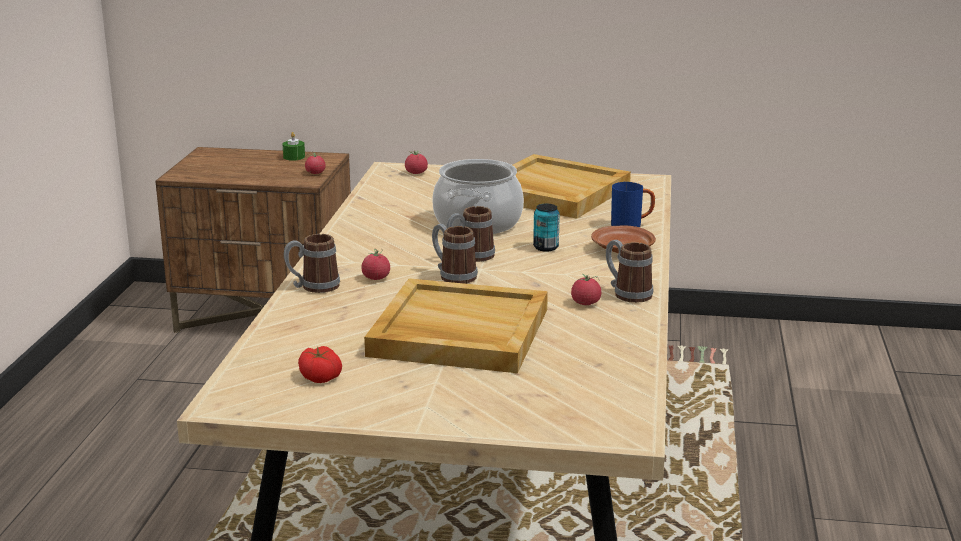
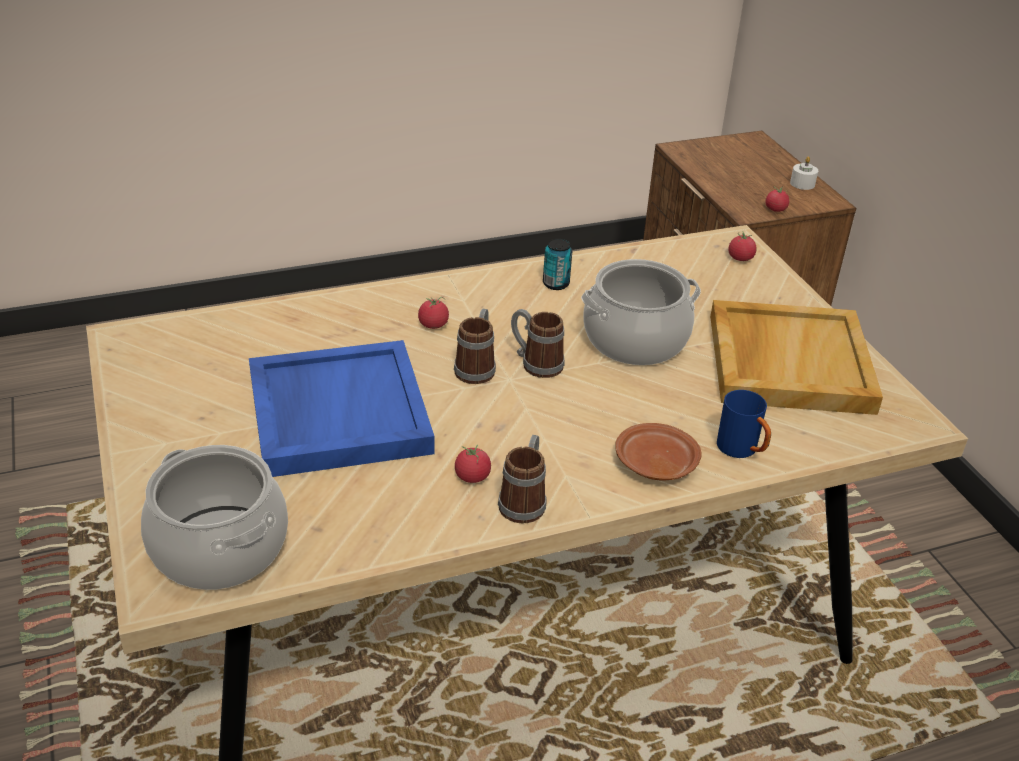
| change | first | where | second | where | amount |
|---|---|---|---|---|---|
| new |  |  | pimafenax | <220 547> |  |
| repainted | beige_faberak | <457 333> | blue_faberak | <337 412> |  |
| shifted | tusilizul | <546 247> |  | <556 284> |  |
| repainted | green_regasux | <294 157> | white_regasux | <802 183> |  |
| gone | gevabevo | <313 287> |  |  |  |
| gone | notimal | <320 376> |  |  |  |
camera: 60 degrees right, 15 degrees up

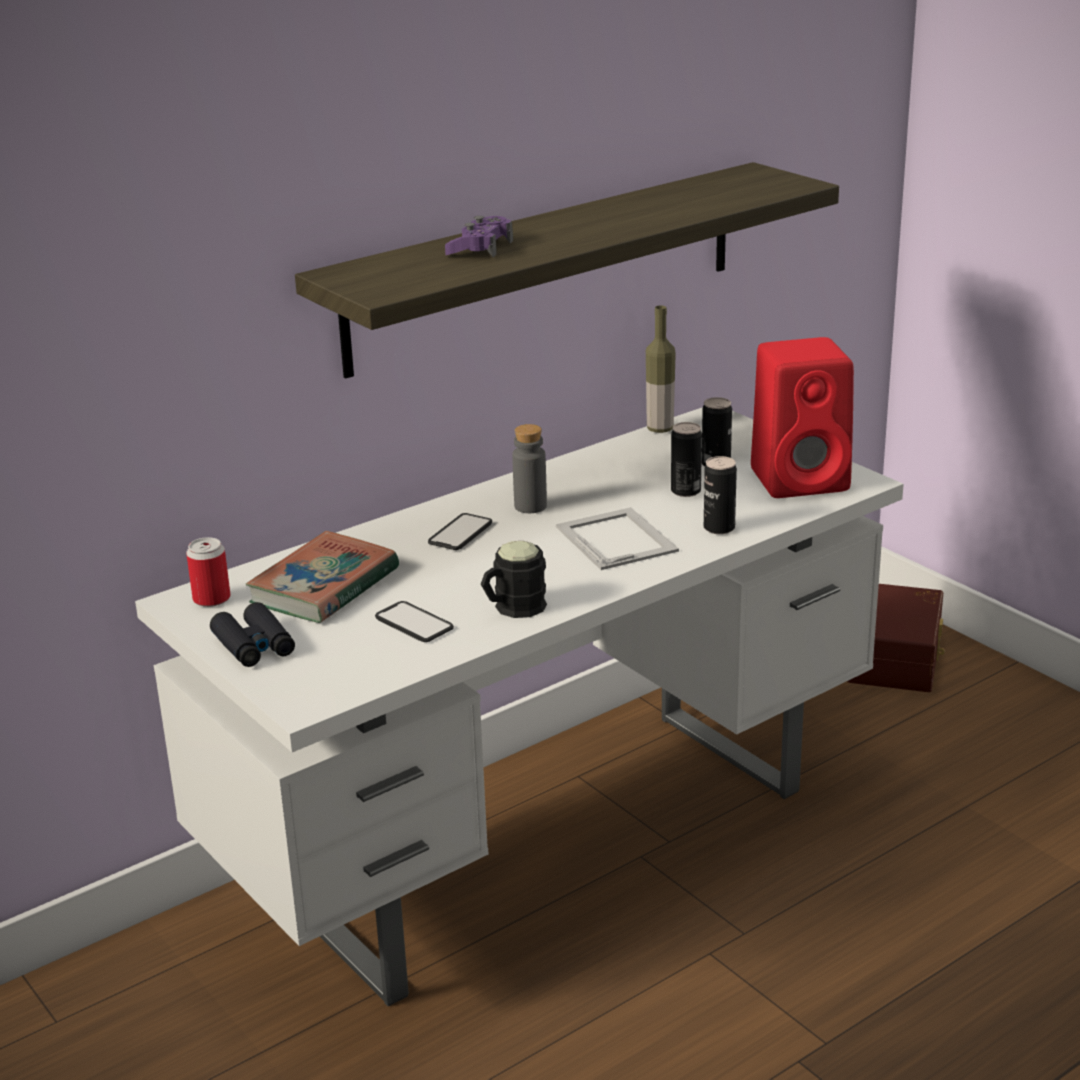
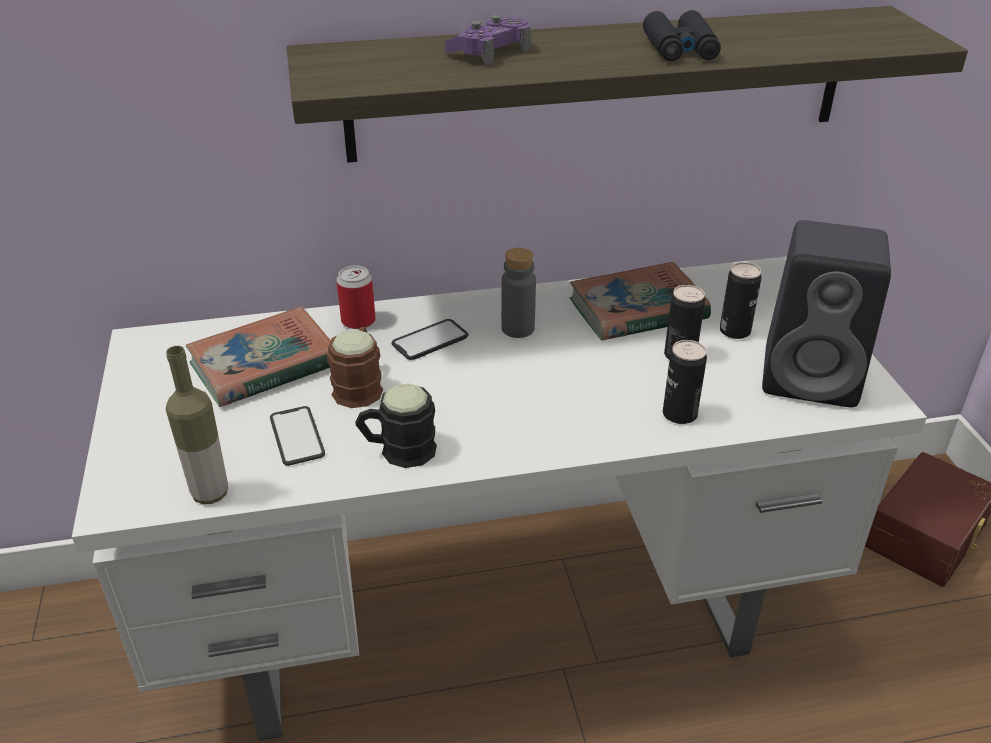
| change | first | where | second | where | amount |
|---|---|---|---|---|---|
| shifted | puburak | <660 429> |  | <210 493> |  |
| new |  |  | brown_gevabevo | <360 385> |  |
| shifted | tusilizul | <211 599> |  | <358 321> |  |
| new |  |  | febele | <637 309> |  |
| shifted | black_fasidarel | <254 646> |  | <680 49> |  |
| repainted | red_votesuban | <802 479> | black_votesuban | <813 377> |  |
| gone | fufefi | <616 538> |  |  |  |
camera: 25 degrees right, 10 degrees up

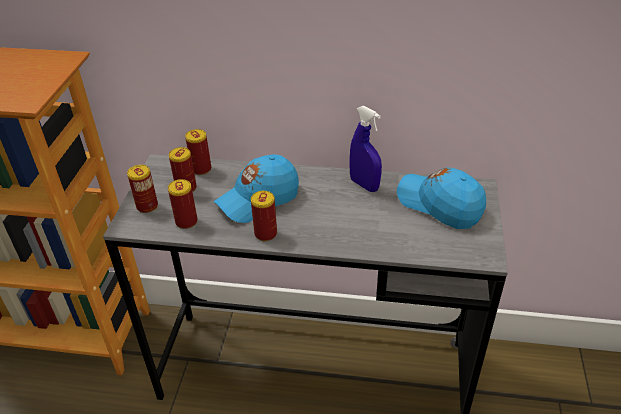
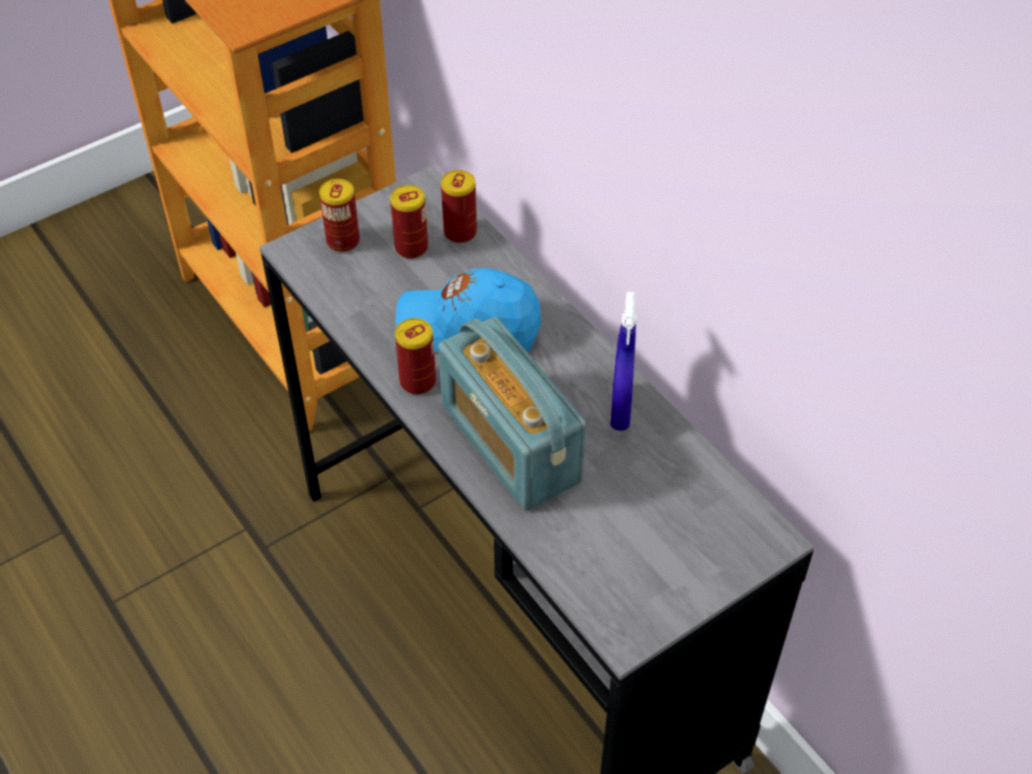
| change | first | where | second | where | amount |
|---|---|---|---|---|---|
| new |  |  | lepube | <510 443> |  |
| gone | tusilizul | <186 222> |  |  |  |
| gone | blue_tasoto | <440 205> |  |  |  |
camera: 45 degrees right, 10 degrees up

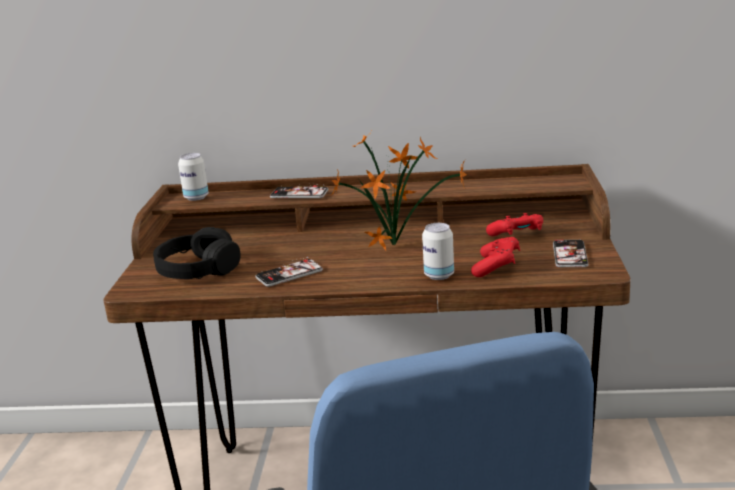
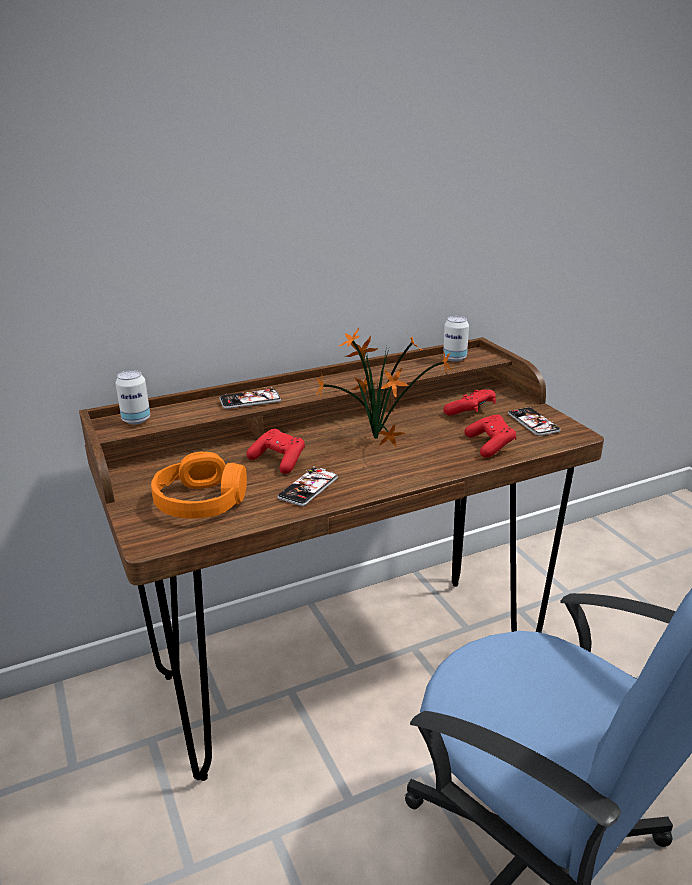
| change | first | where | second | where | amount |
|---|---|---|---|---|---|
| repainted | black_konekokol | <198 269> | orange_konekokol | <201 501> |  |
| new |  |  | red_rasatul | <278 460> |  |
| shifted | tusilizul | <439 275> |  | <454 358> |  |
camera: 30 degrees left, 5 degrees up

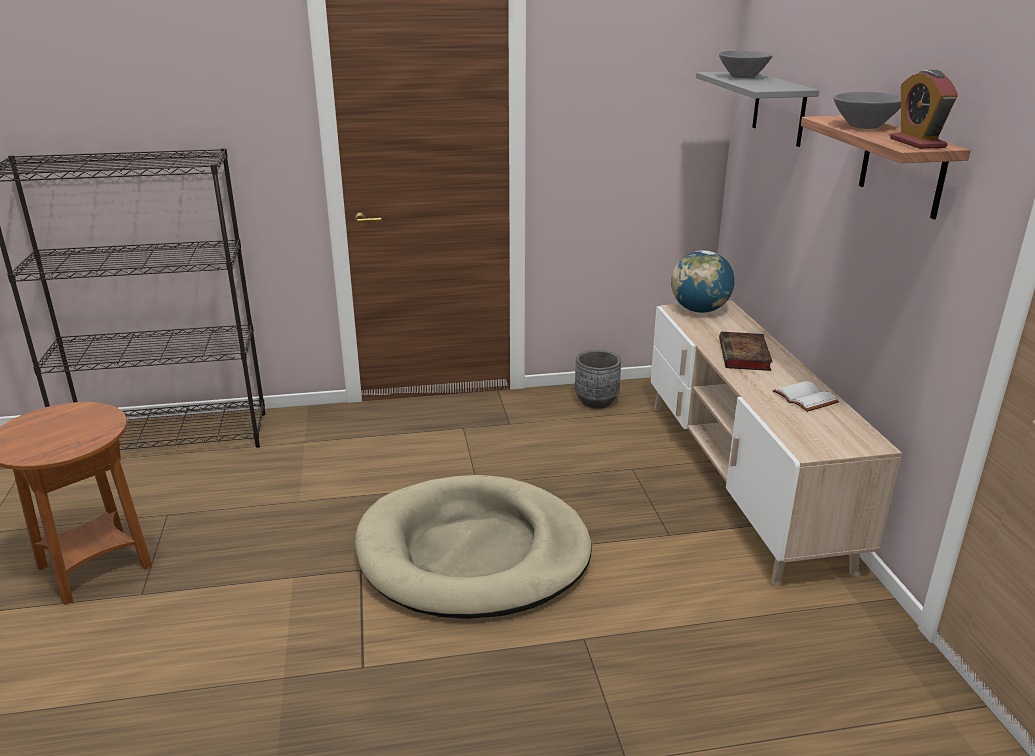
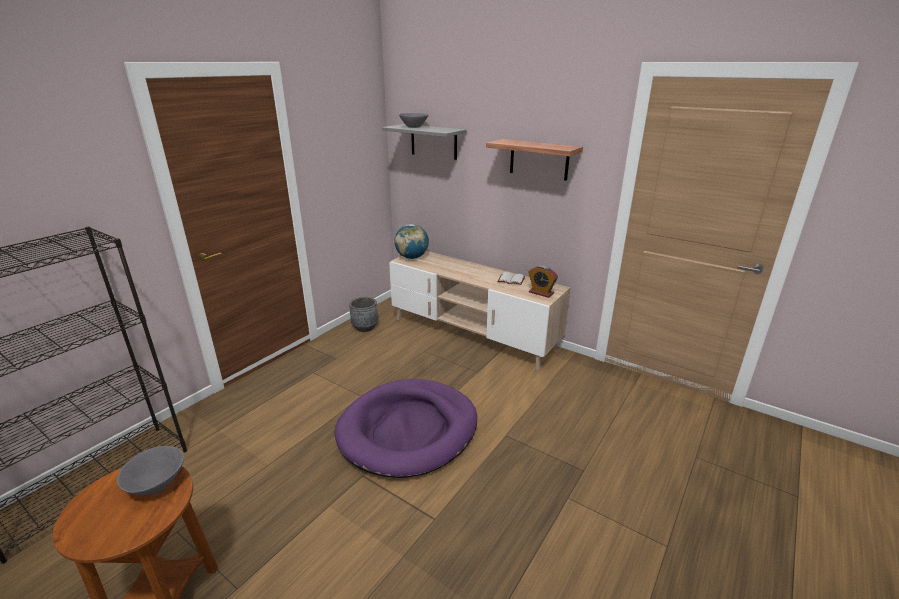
| change | first | where | second | where | amount |
|---|---|---|---|---|---|
| shifted | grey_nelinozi | <863 126> |  | <156 485> |  |
| repainted | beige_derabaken | <473 553> | purple_derabaken | <408 430> |  |
| shifted | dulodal | <917 143> |  | <541 293> |  |
| gone | febele | <745 356> |  |  |  |
camera: 45 degrees left, 0 degrees up

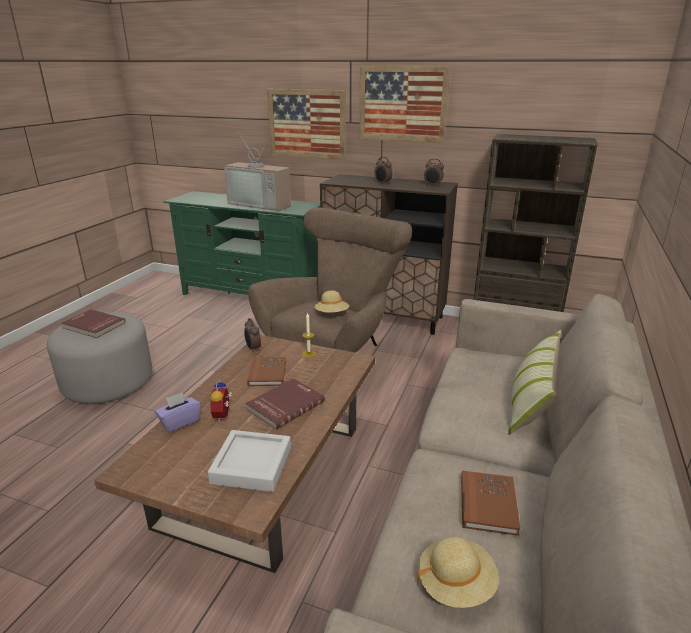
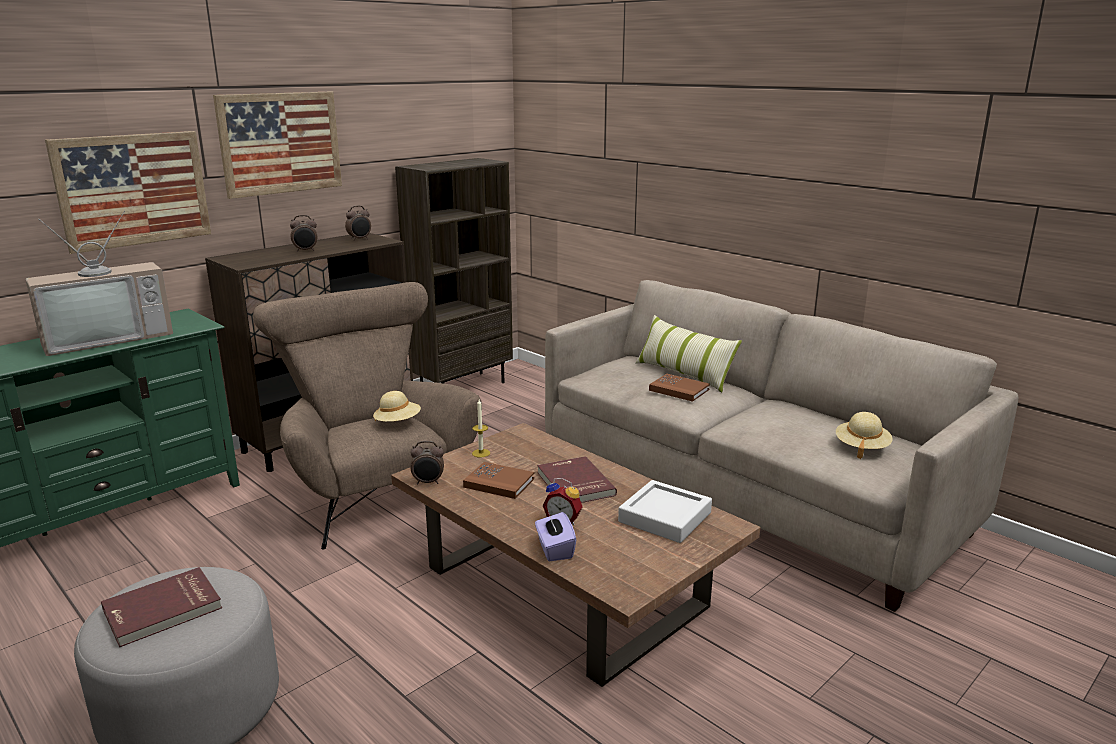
| change | first | where | second | where | amount |
|---|---|---|---|---|---|
| shifted | brown_febele | <488 504> |  | <679 390> |  |
camera: 65 degrees left, 5 degrees down

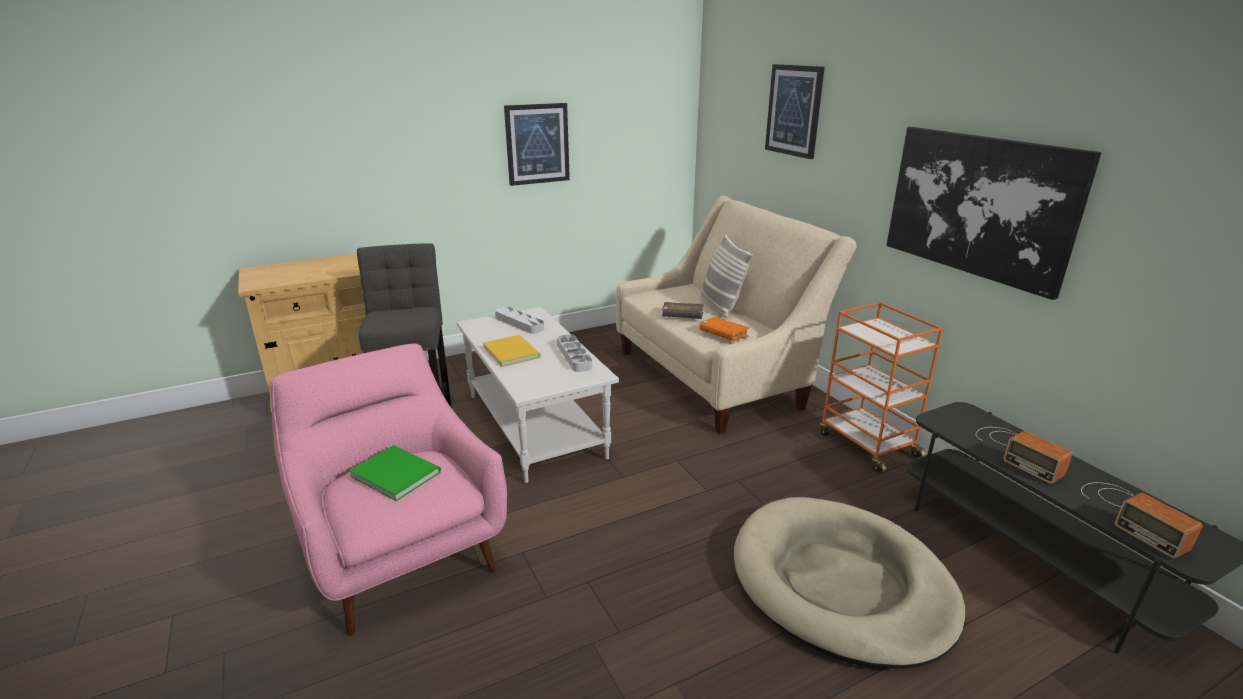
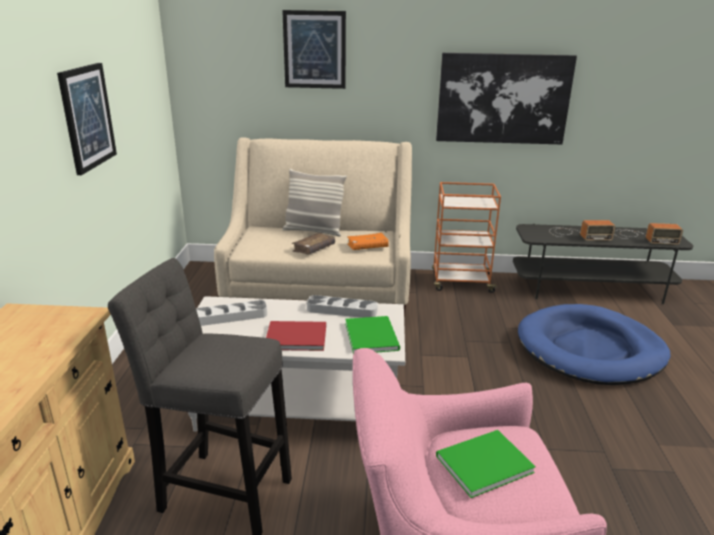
| change | first | where | second | where | amount |
|---|---|---|---|---|---|
| repainted | yellow_febele | <512 351> | red_febele | <294 336> |  |
| new |  |  | green_febele | <372 335> |  |
| repainted | beige_derabaken | <840 584> | blue_derabaken | <590 349> |  |
camera: 60 degrees left, 0 degrees up

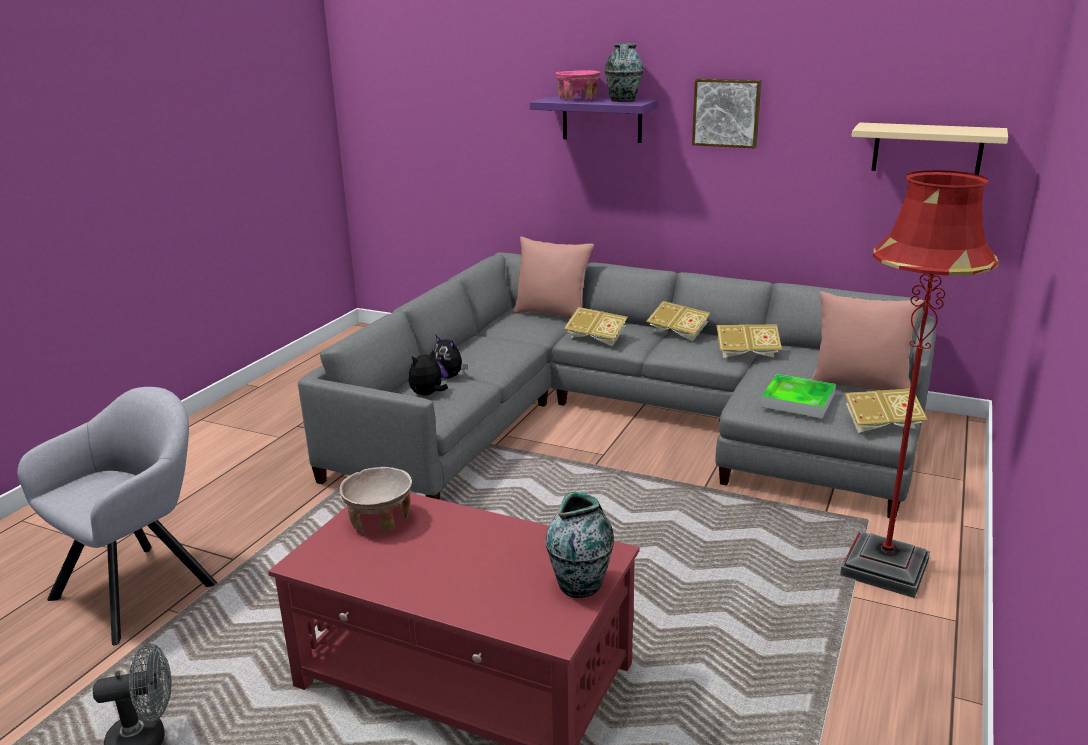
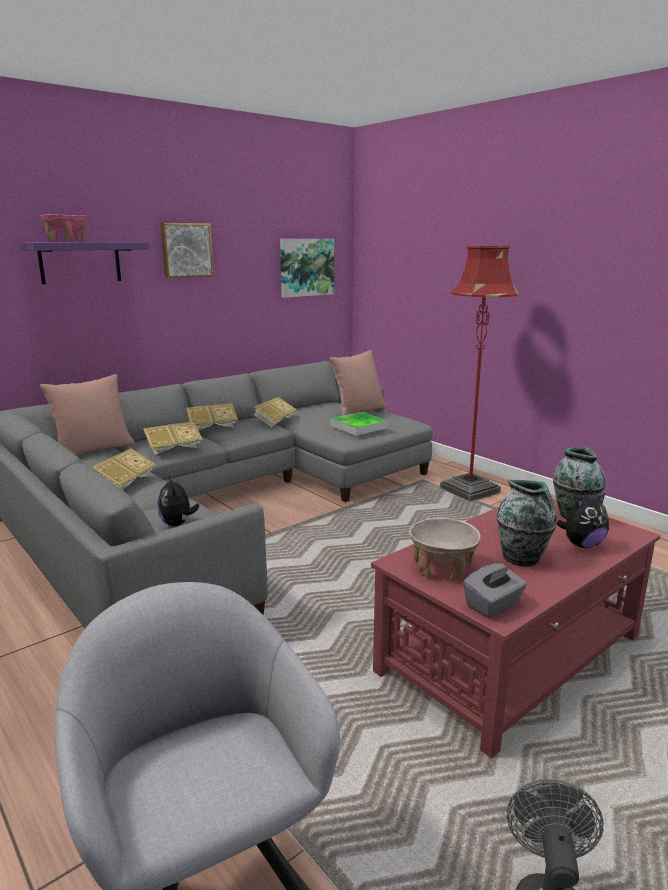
| change | first | where | second | where | amount |
|---|---|---|---|---|---|
| shifted | febele | <881 425> |  | <125 483> |  |
| swapped | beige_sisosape | <927 149> | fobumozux | <306 267> |  |
| new |  |  | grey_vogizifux | <493 605> |  |
| shifted | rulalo | <623 101> |  | <522 558> |  |
| shifted | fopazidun | <449 376> |  | <582 544> |  |
camera: 65 degrees left, 5 degrees down

